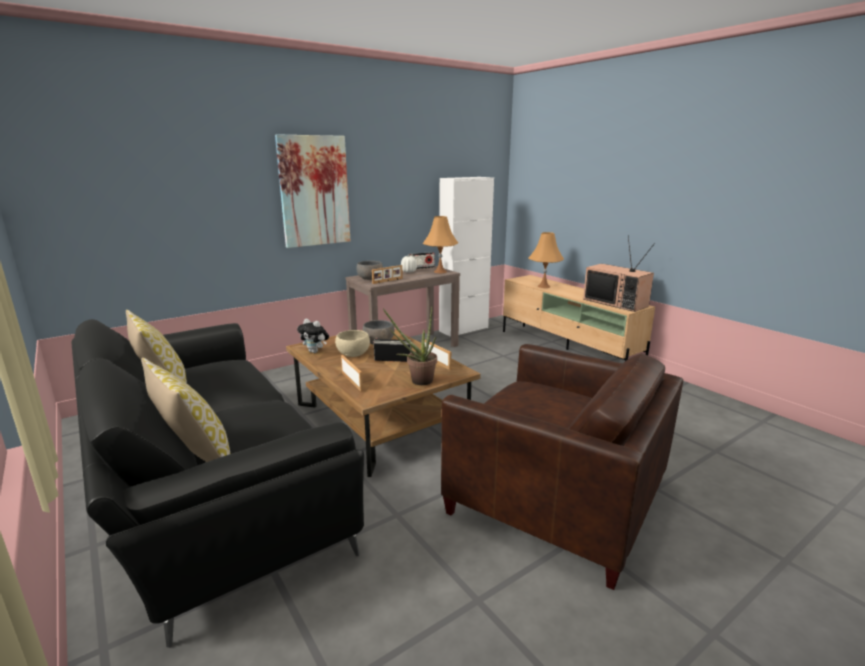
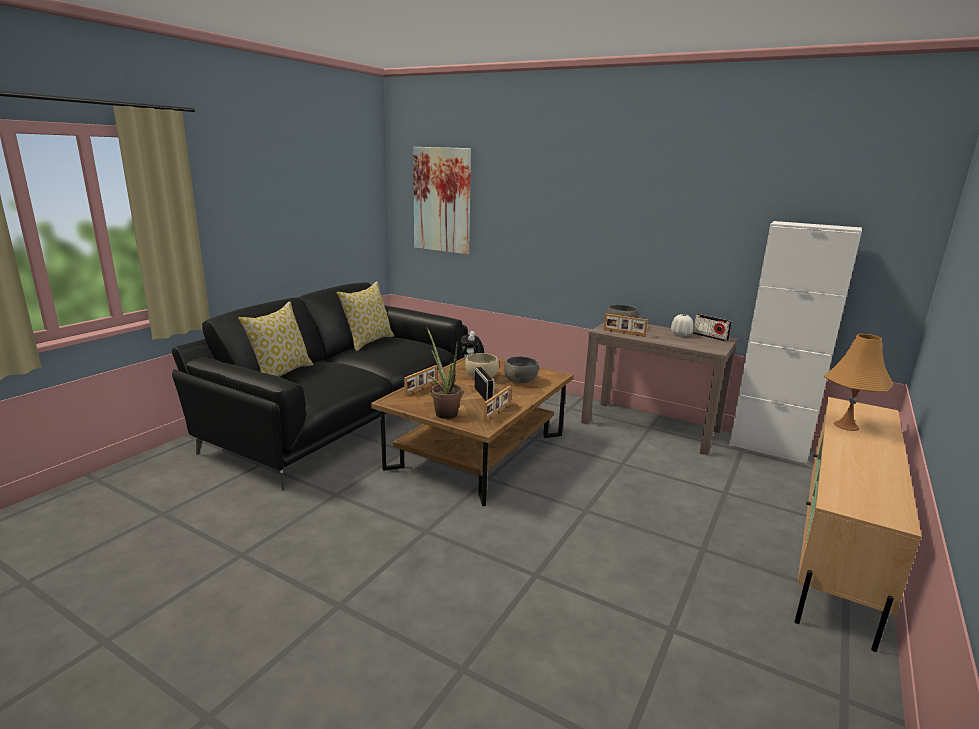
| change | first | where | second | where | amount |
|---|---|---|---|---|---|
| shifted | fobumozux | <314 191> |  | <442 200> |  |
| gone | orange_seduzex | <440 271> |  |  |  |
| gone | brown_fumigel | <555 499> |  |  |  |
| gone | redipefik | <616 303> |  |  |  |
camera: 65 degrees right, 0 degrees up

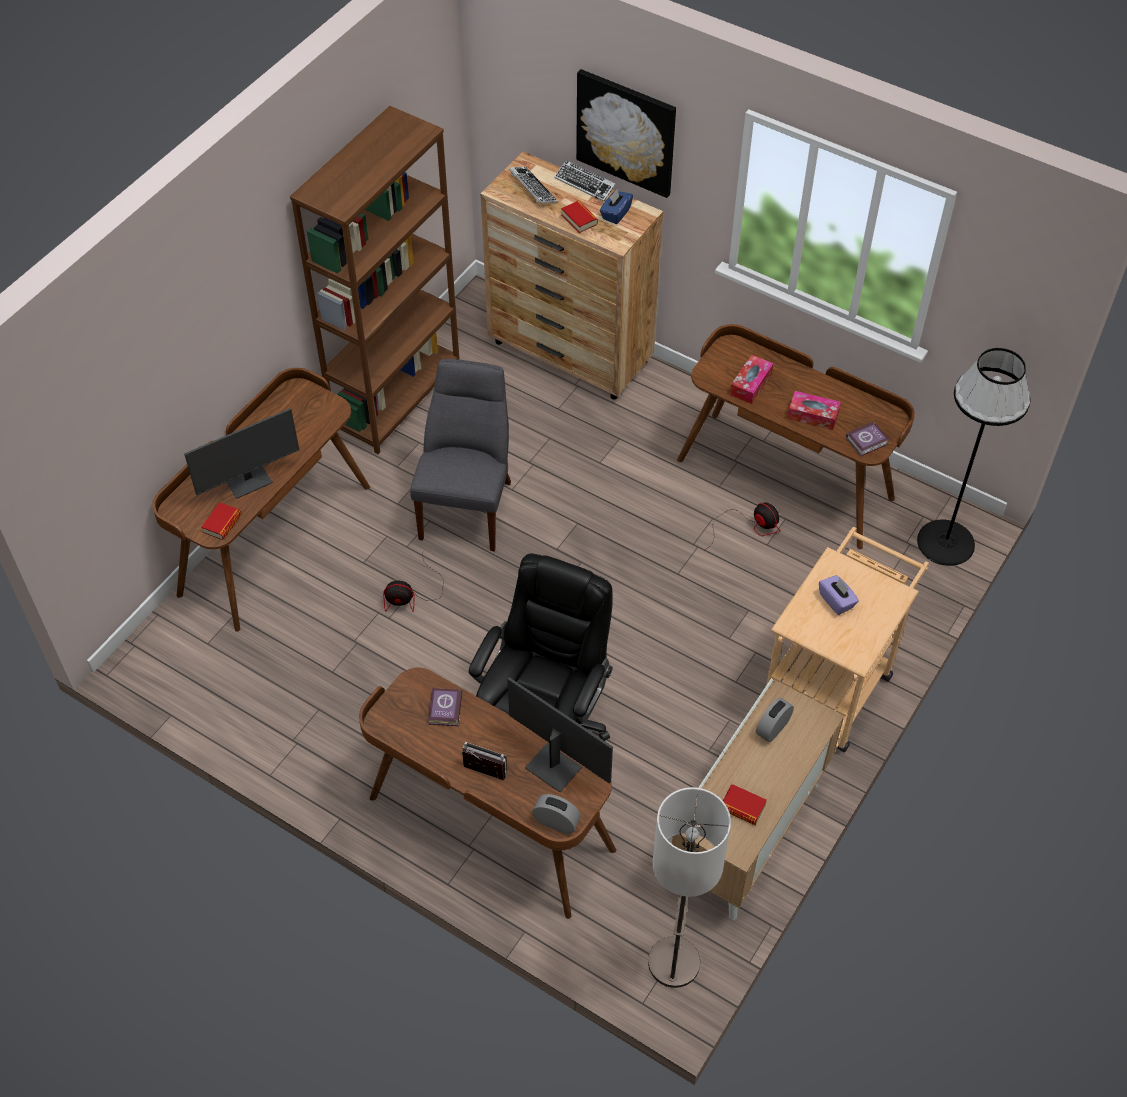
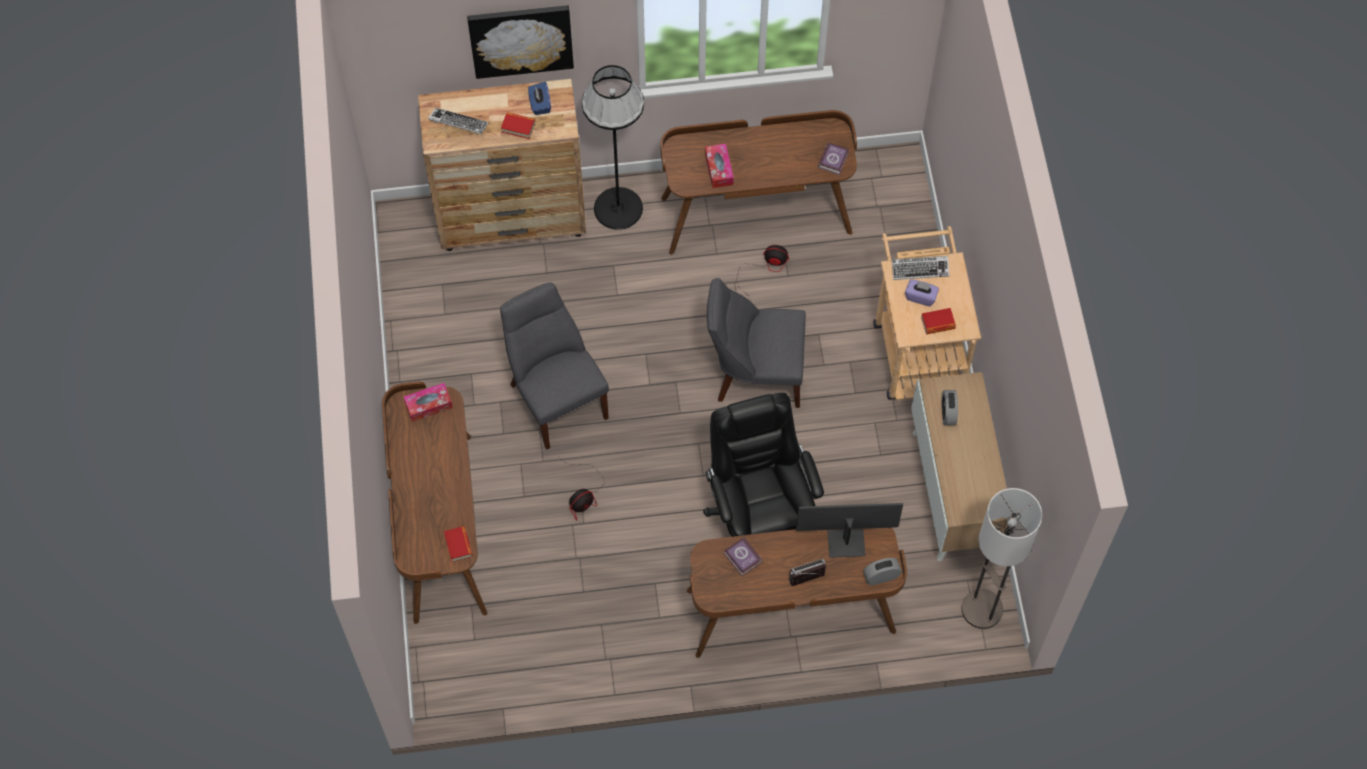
| change | first | where | second | where | amount |
|---|---|---|---|---|---|
| shifted | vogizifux | <813 415> |  | <428 405> |  |
| shifted | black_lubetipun | <945 542> |  | <618 208> |  |
| new |  |  | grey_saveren | <755 373> |  |
| shifted | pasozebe | <585 184> |  | <920 269> |  |
| shifted | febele | <742 807> |  | <938 323> |  |
| gone | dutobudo | <248 481> |  |  |  |
| gone | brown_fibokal | <396 397> |  |  |  |
camera: 40 degrees left, 10 degrees up

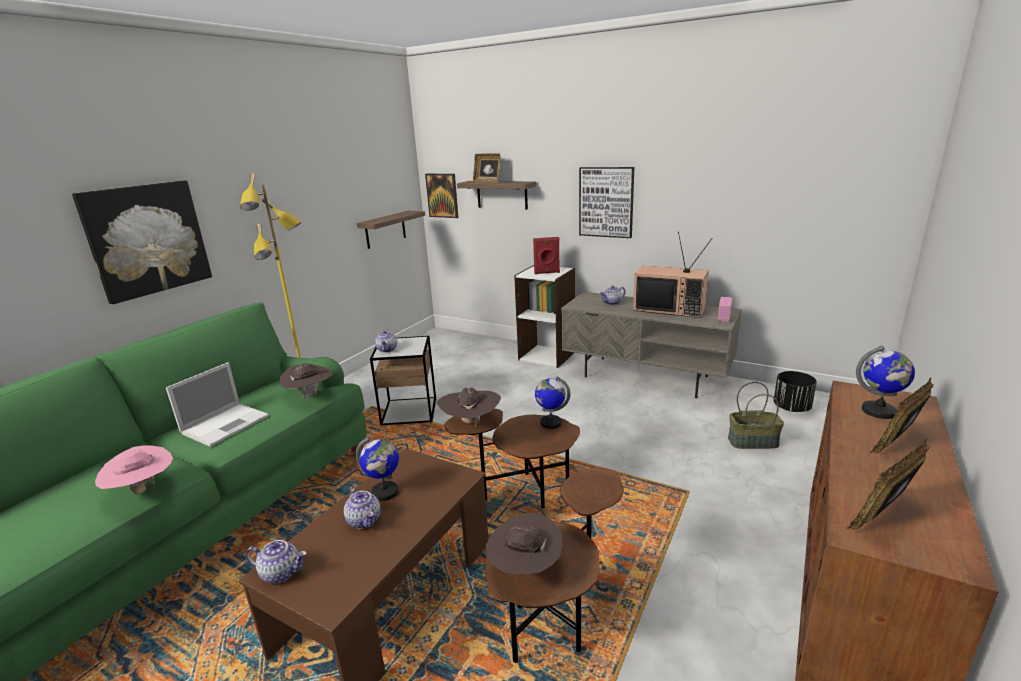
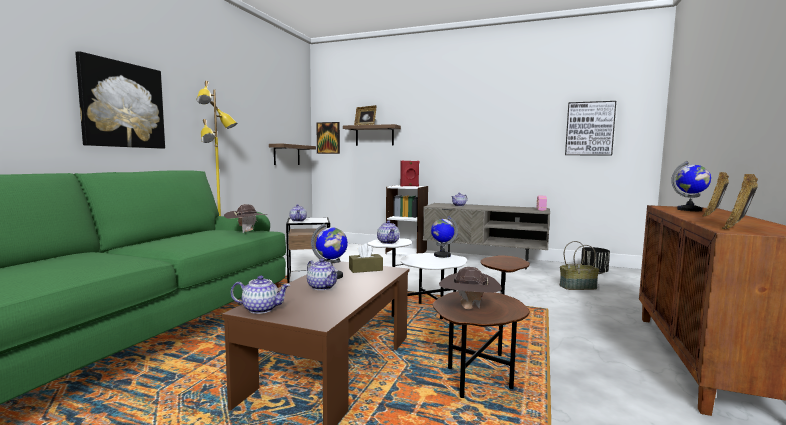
| change | first | where | second | where | amount |
|---|---|---|---|---|---|
| new |  |  | brown_vogizifux | <365 269> |  |
| repainted | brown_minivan | <522 493> | white_minivan | <421 313> |  |
| swapped | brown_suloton | <471 423> | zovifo | <388 242> |  |
| shifted | fobumozux | <606 202> |  | <589 128> |  |
| gone | pink_suloton | <142 490> |  |  |  |
| gone | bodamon | <226 424> |  |  |  |
| gone | redipefik | <670 309> |  |  |  |
camera: 10 degrees left, 15 degrees down

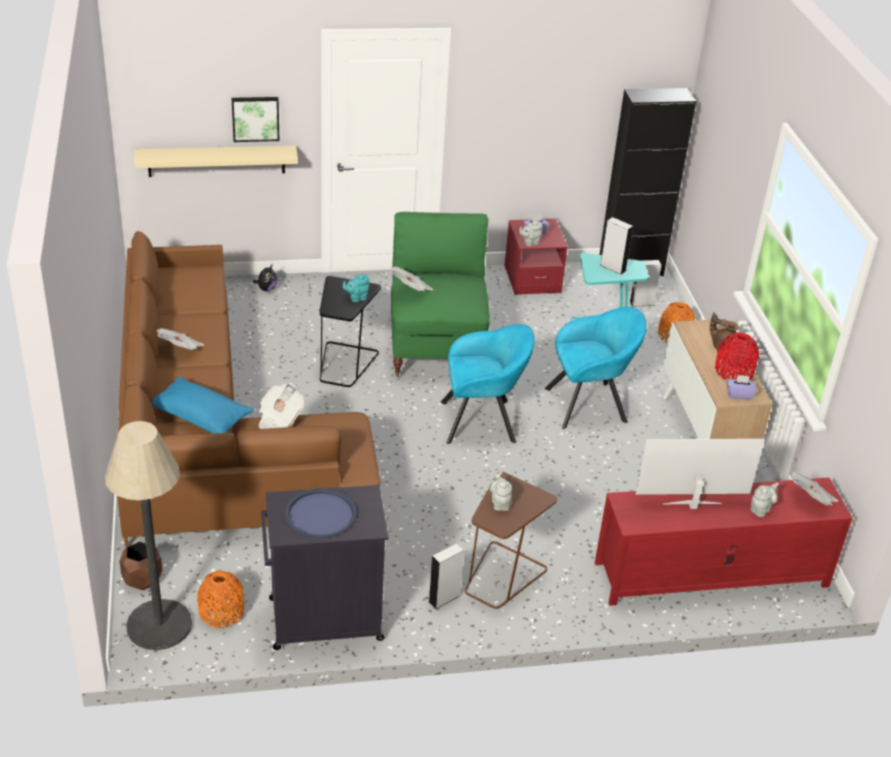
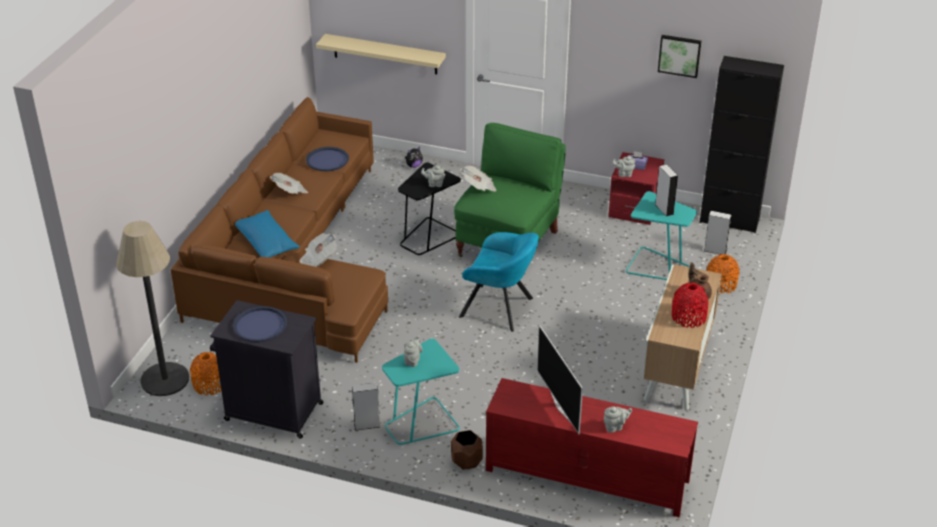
| change | first | where | second | where | amount |
|---|---|---|---|---|---|
| new |  |  | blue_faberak | <327 160> |  |
| repainted | brown_minivan | <502 576> | turquoise_minivan | <421 424> |  |
| repainted | turquoise_zovifo | <357 298> | grey_zovifo | <434 184> |  |
| shifted | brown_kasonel | <142 579> |  | <466 461> |  |
| rotated | redipefik | <692 504> |  | <561 406> | 135 degrees counterclockwise |
| shifted | fobumozux | <255 118> |  | <679 55> |  |
| gone | turquoise_fumigel | <590 404> |  |  |  |
| gone | purple_vogizifux | <739 394> |  |  |  |
| gone | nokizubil | <811 499> |  |  |  |
camera: 30 degrees right, 0 degrees up

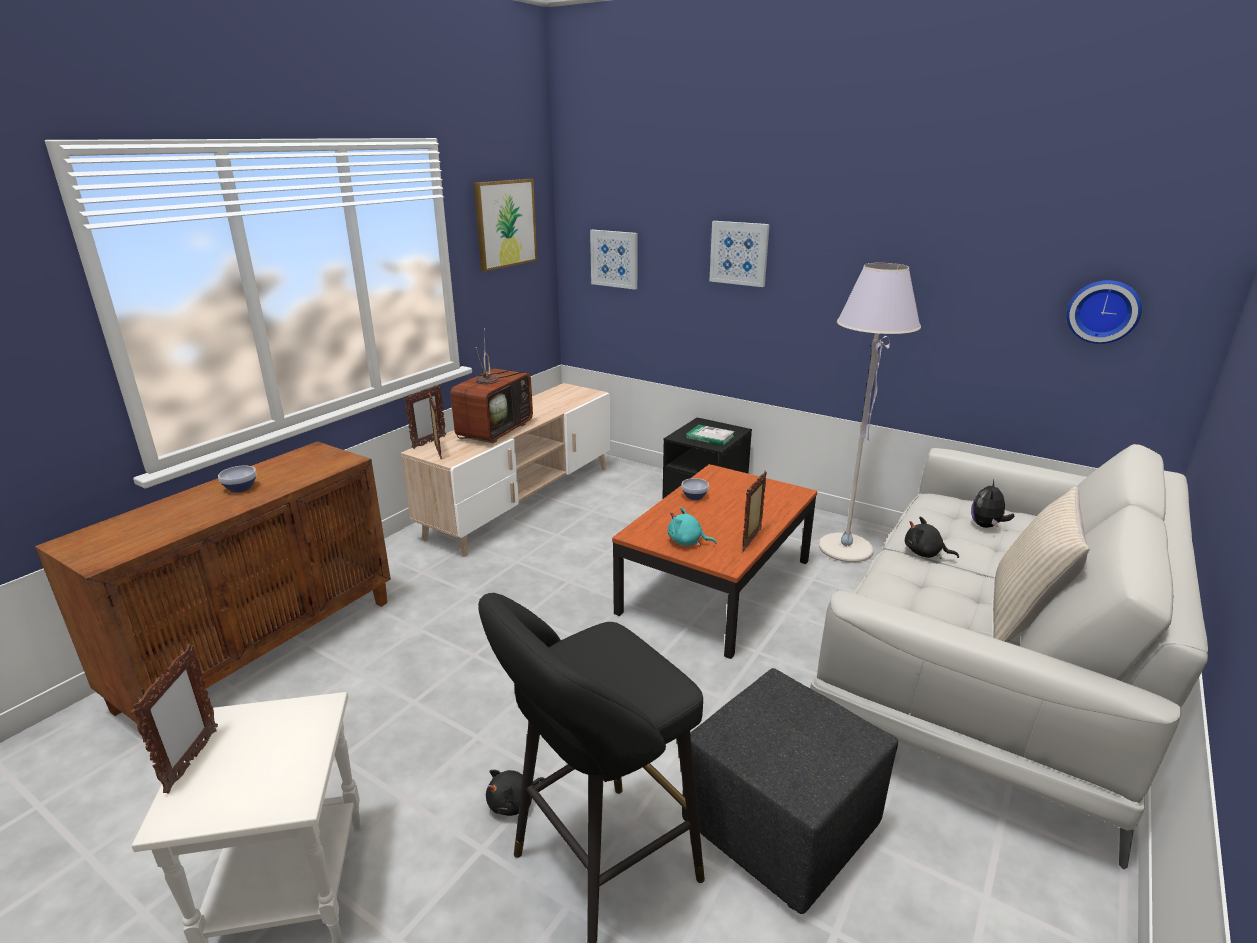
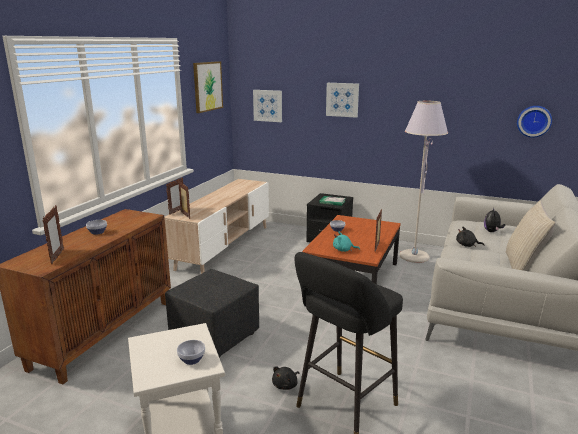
| change | first | where | second | where | amount |
|---|---|---|---|---|---|
| shifted | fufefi | <192 761> |  | <57 257> |  |
| shifted | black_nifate | <779 826> |  | <215 336> |  |
| new |  |  | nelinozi | <191 360> |  |
| gone | redipefik | <494 430> |  |  |  |
camera: 10 degrees left, 5 degrees down

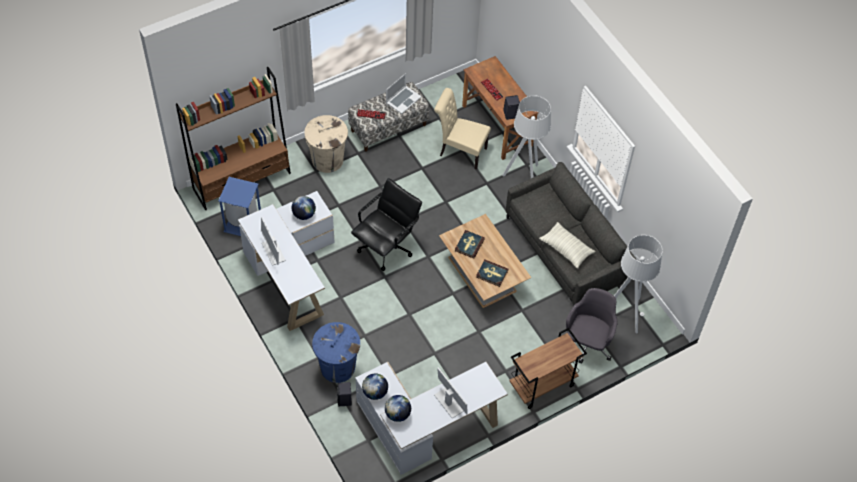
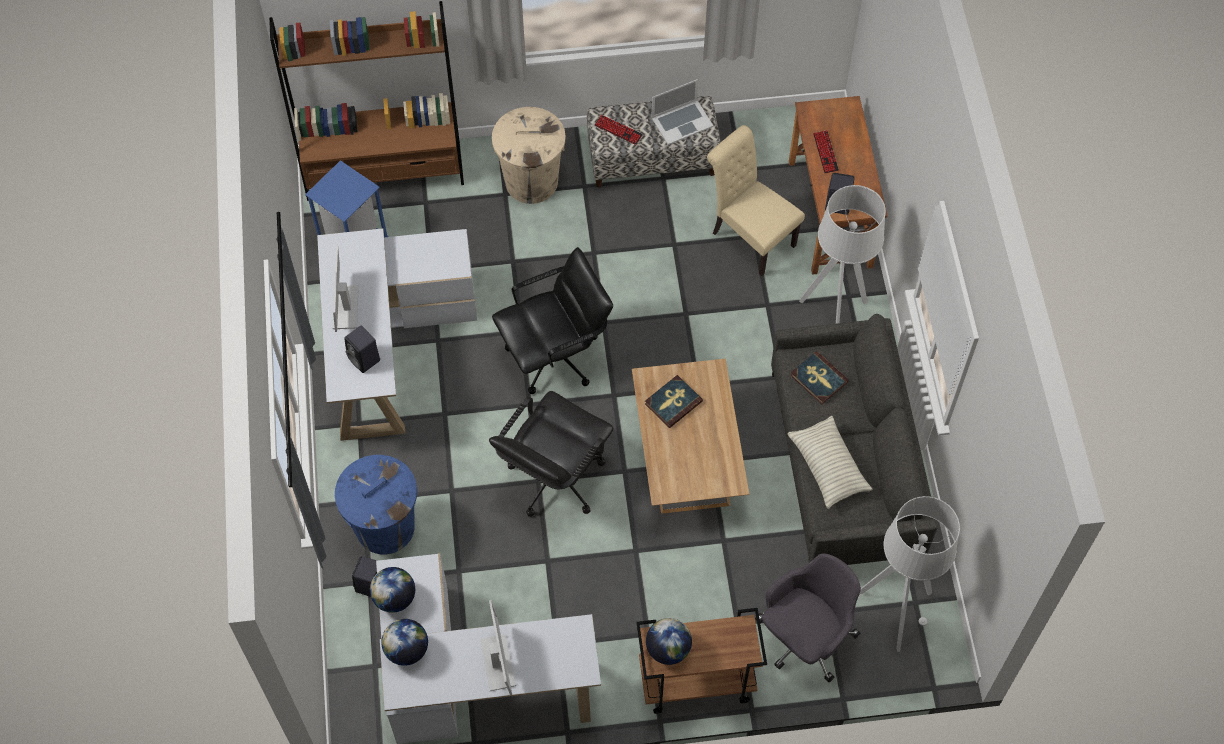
| change | first | where | second | where | amount |
|---|---|---|---|---|---|
| new |  |  | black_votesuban | <365 359> |  |
| new |  |  | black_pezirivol | <554 478> |  |
| shifted | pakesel | <304 214> |  | <668 649> |  |
| shifted | febele | <492 274> |  | <818 379> |  |
camera: 25 degrees right, 5 degrees up

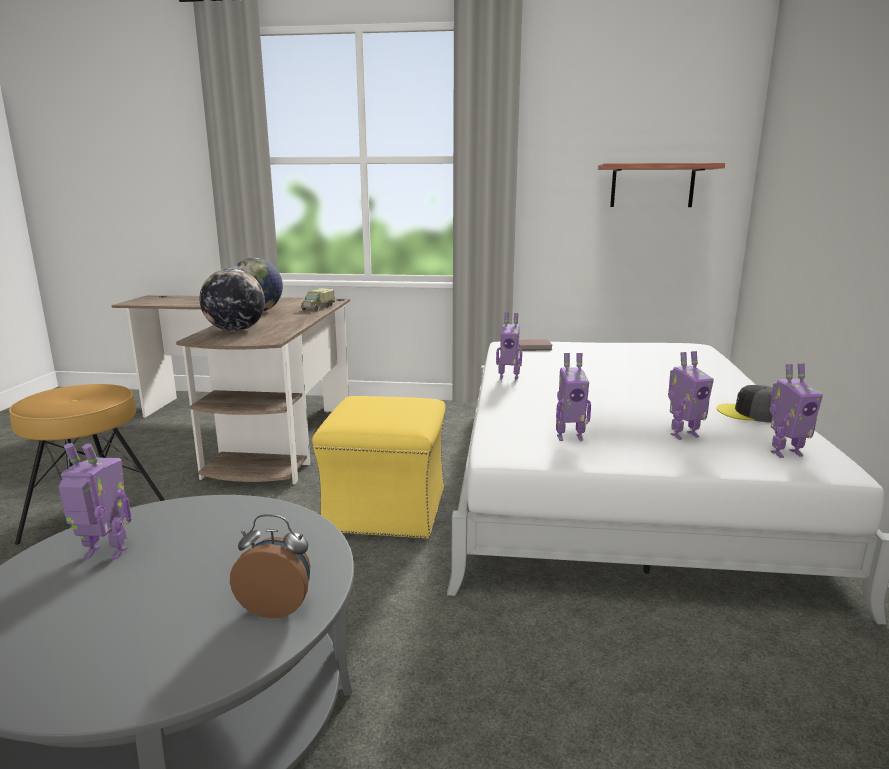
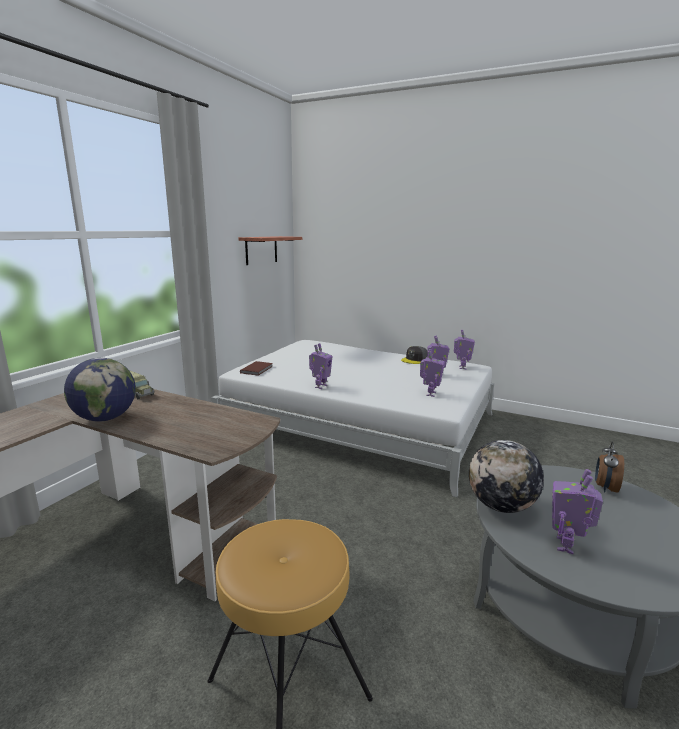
| change | first | where | second | where | amount |
|---|---|---|---|---|---|
| shifted | pakesel | <235 330> |  | <501 506> |  |
| gone | yellow_nifate | <386 508> |  |  |  |
camera: 70 degrees left, 0 degrees up

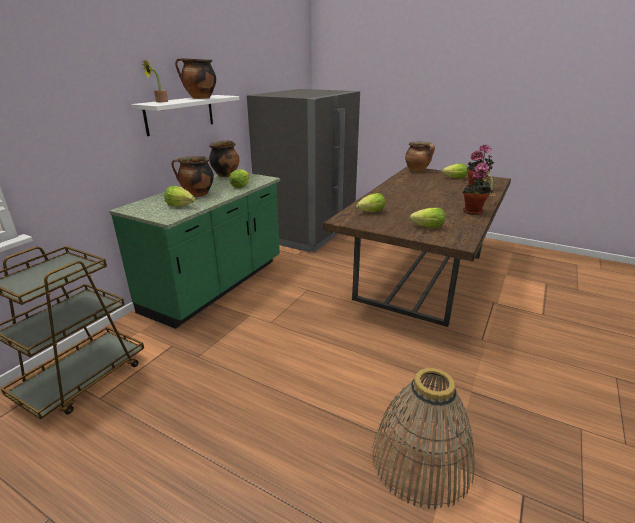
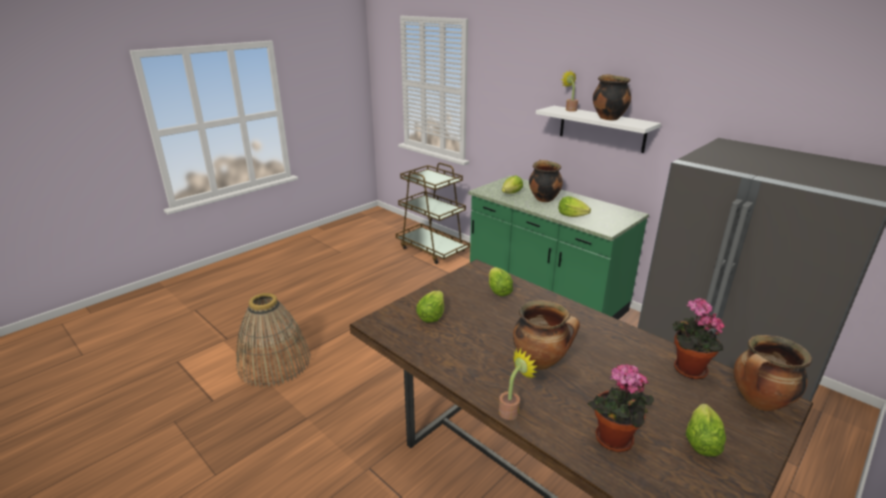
| change | first | where | second | where | amount |
|---|---|---|---|---|---|
| shifted | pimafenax | <226 175> |  | <540 361> |  |
| shifted | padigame | <473 212> |  | <686 369> |  |
camera: 105 degrees right, 0 degrees up

